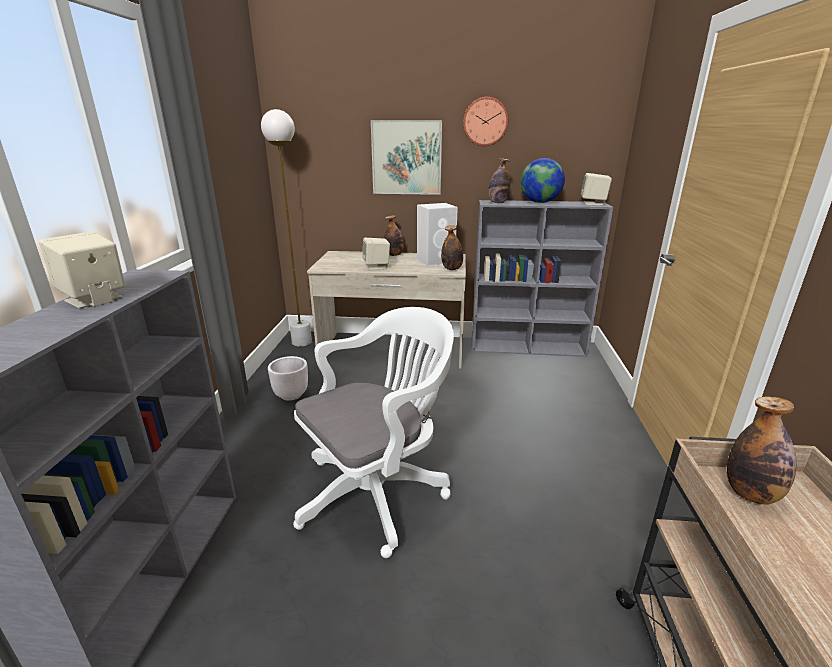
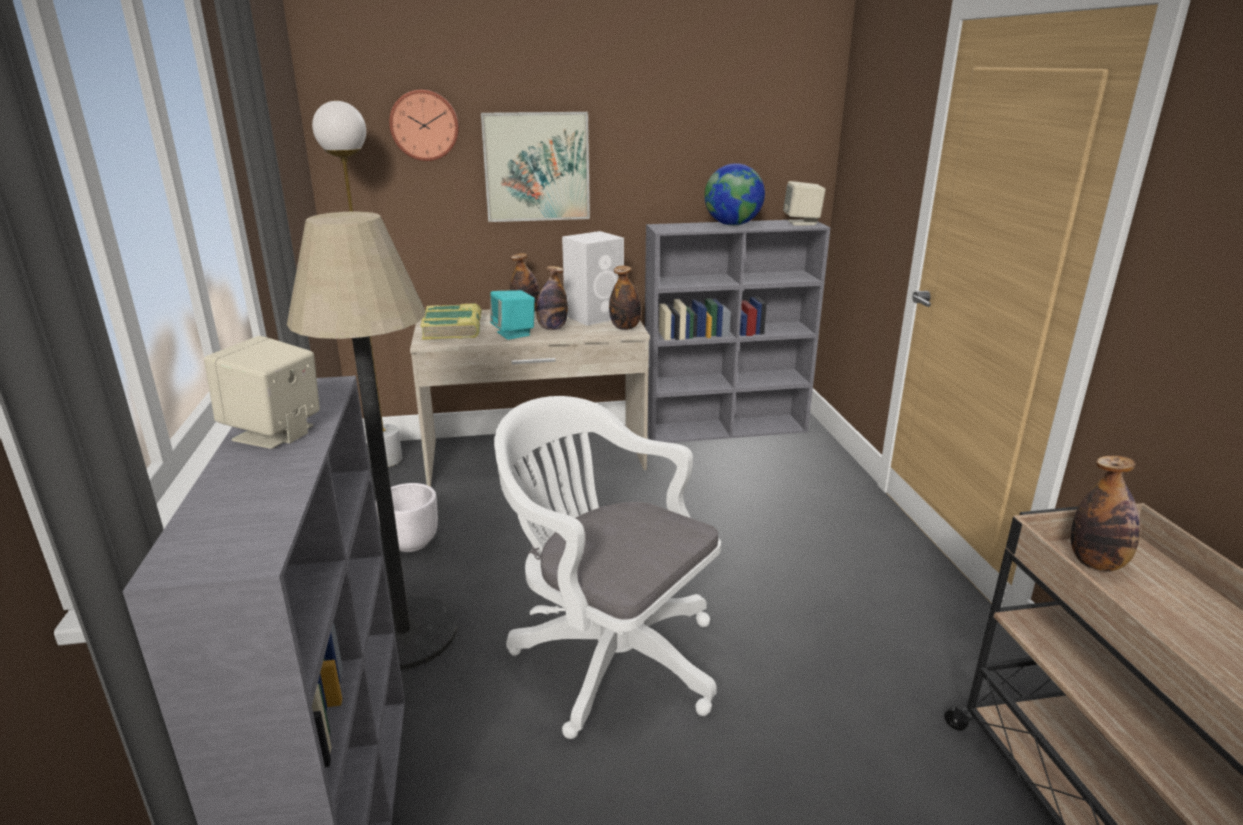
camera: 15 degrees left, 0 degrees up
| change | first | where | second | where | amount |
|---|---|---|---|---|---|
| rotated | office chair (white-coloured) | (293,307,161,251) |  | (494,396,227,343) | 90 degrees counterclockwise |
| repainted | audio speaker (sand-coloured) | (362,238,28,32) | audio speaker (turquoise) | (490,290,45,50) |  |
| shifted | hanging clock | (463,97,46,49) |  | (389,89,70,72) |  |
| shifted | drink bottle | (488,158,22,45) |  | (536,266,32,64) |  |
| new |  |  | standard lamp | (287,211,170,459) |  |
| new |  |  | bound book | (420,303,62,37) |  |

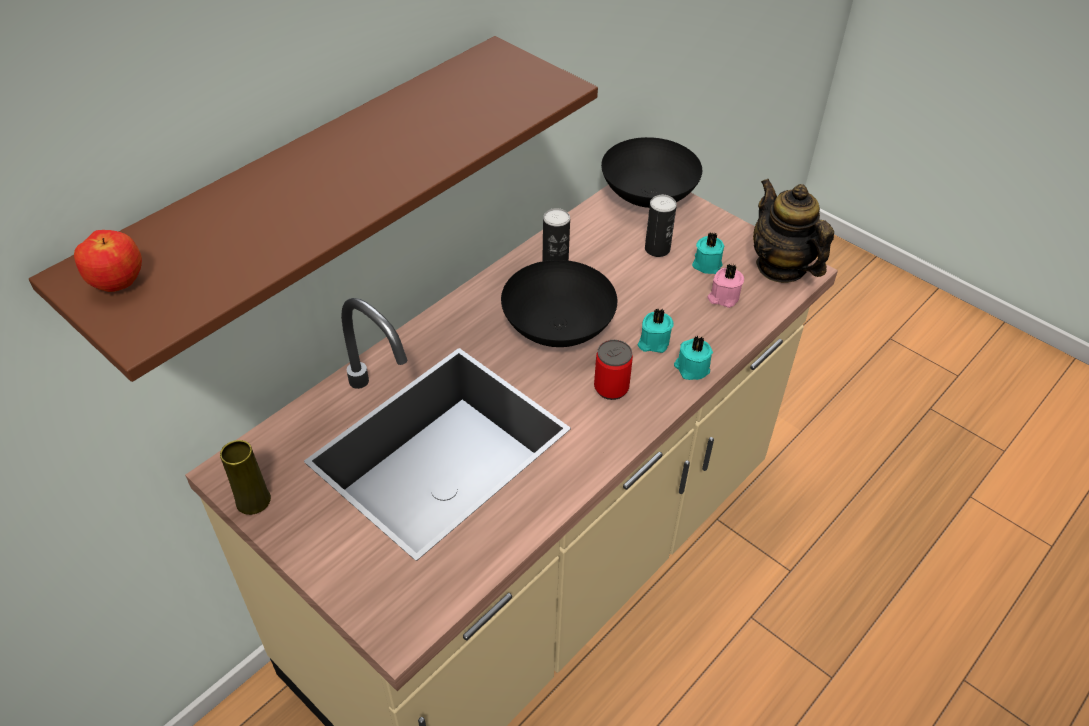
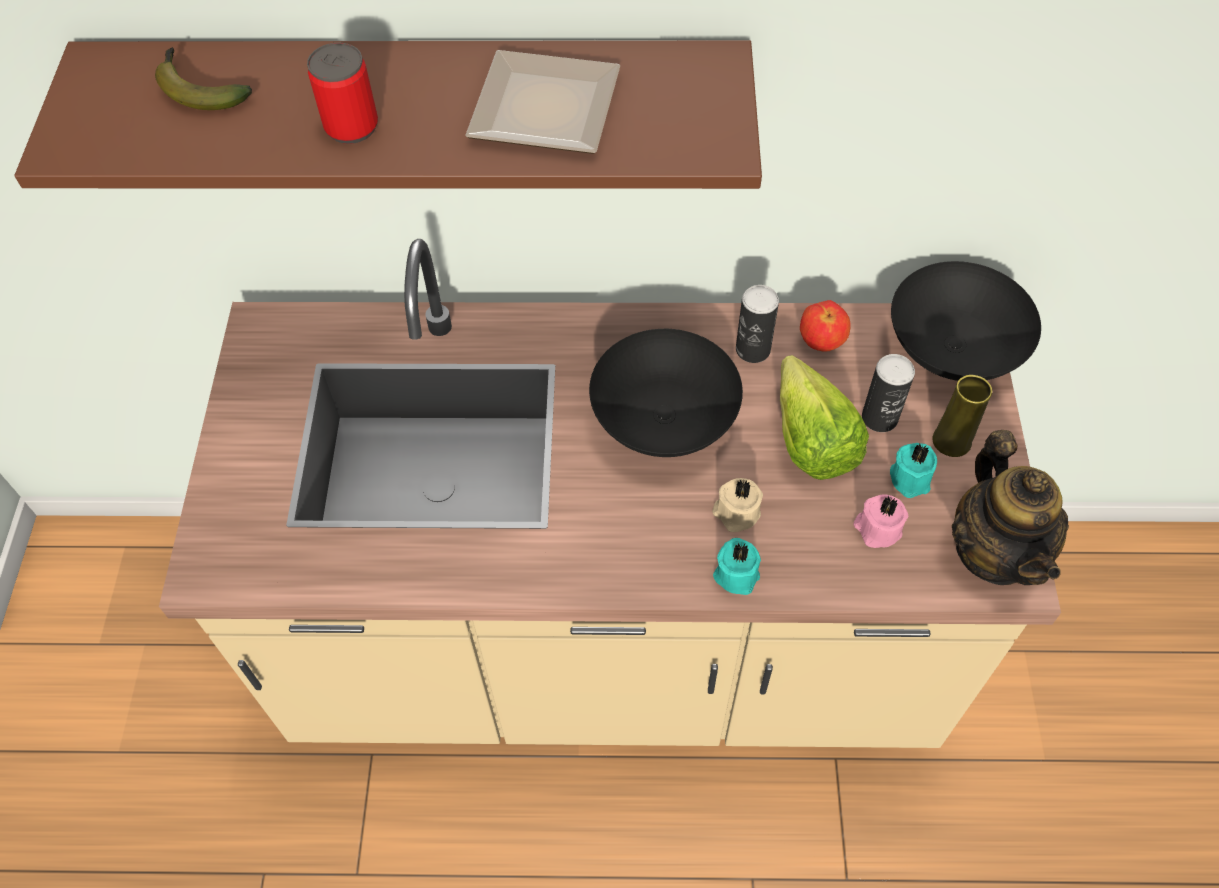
camera: 50 degrees right, 10 degrees up
| change | first | where | second | where | amount |
|---|---|---|---|---|---|
| shifted | apple | (74,230,68,62) |  | (800,300,50,52) |  |
| shifted | flower vase (yellowish) | (220,440,51,75) |  | (932,375,60,82) |  |
| shifted | can | (594,340,39,60) |  | (307,43,71,101) |  |
| repainted | candle (turquoise) | (637,309,37,44) | candle (sand-coloured) | (712,478,51,54) |  |
| rotated | pot for tea | (753,179,81,104) |  | (952,430,117,155) | 150 degrees clockwise |
| new |  |  | whole banana | (155,47,97,63) |  |
| new |  |  | dinner plate | (465,50,156,104) |  |
| new |  |  | lettuce | (780,355,89,125) |  |

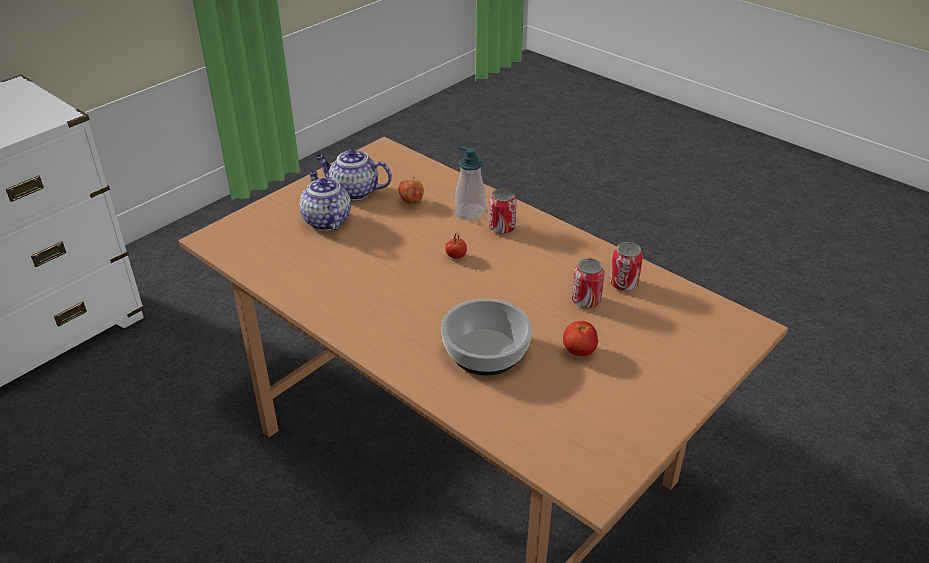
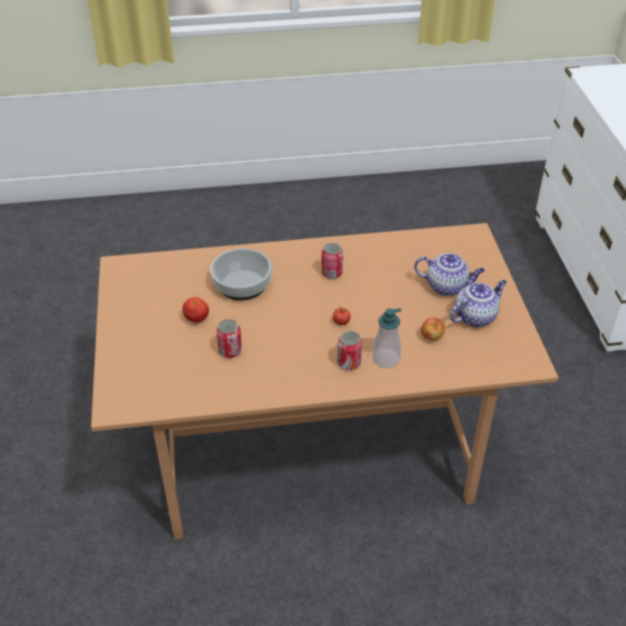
camera: 130 degrees right, 5 degrees up
| change | first | where | second | where | amount |
|---|---|---|---|---|---|
| shifted | can | (610,242,33,49) |  | (321,243,22,36) |  |

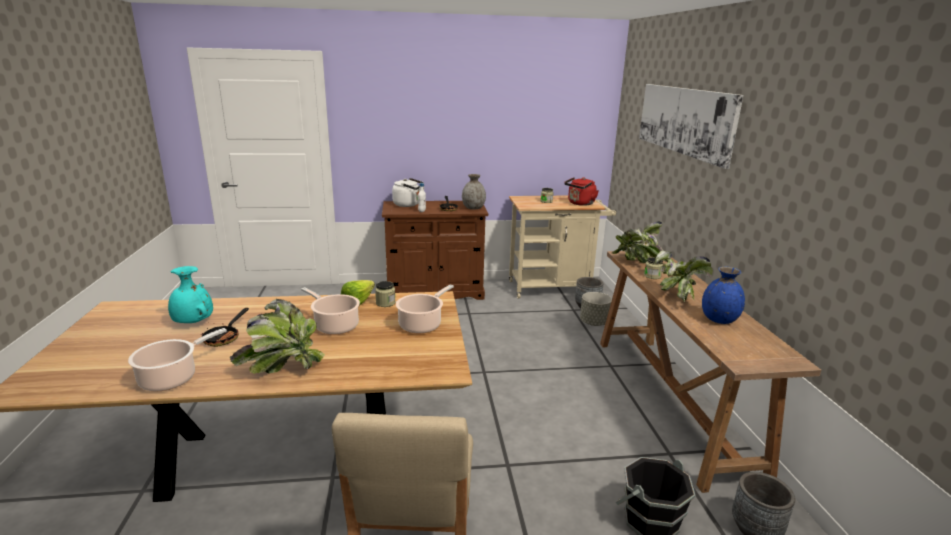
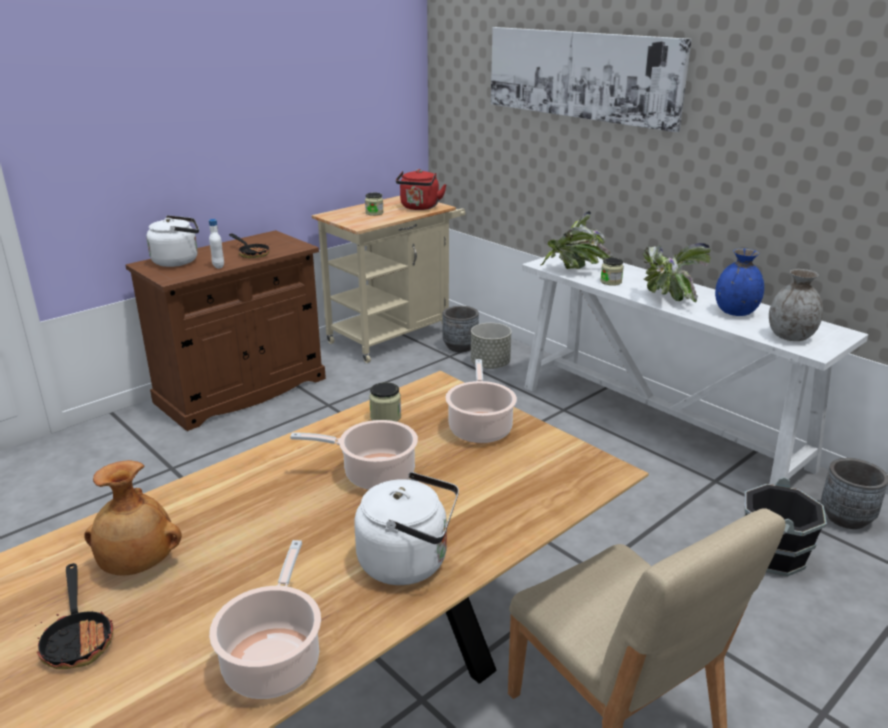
camera: 35 degrees left, 5 degrees up
| change | first | where | second | where | amount |
|---|---|---|---|---|---|
| repainted | flower vase (turquoise) | (168,266,45,57) | flower vase (brownish) | (84,460,98,116) |  |
| shifted | pan | (202,308,47,39) |  | (35,563,78,106) |  |
| swapped | houseplant | (230,299,95,75) | tea kettle (white-coloured) | (354,472,105,113) |  |
| gone | lettuce | (341,280,34,26) |  |  |  |
| shifted | flower vase (greyish) | (462,174,24,35) |  | (769,269,54,72) |  |
| repainted | hall table (brownish) | (600,251,221,242) | hall table (white-coloured) | (522,253,346,232) |  |

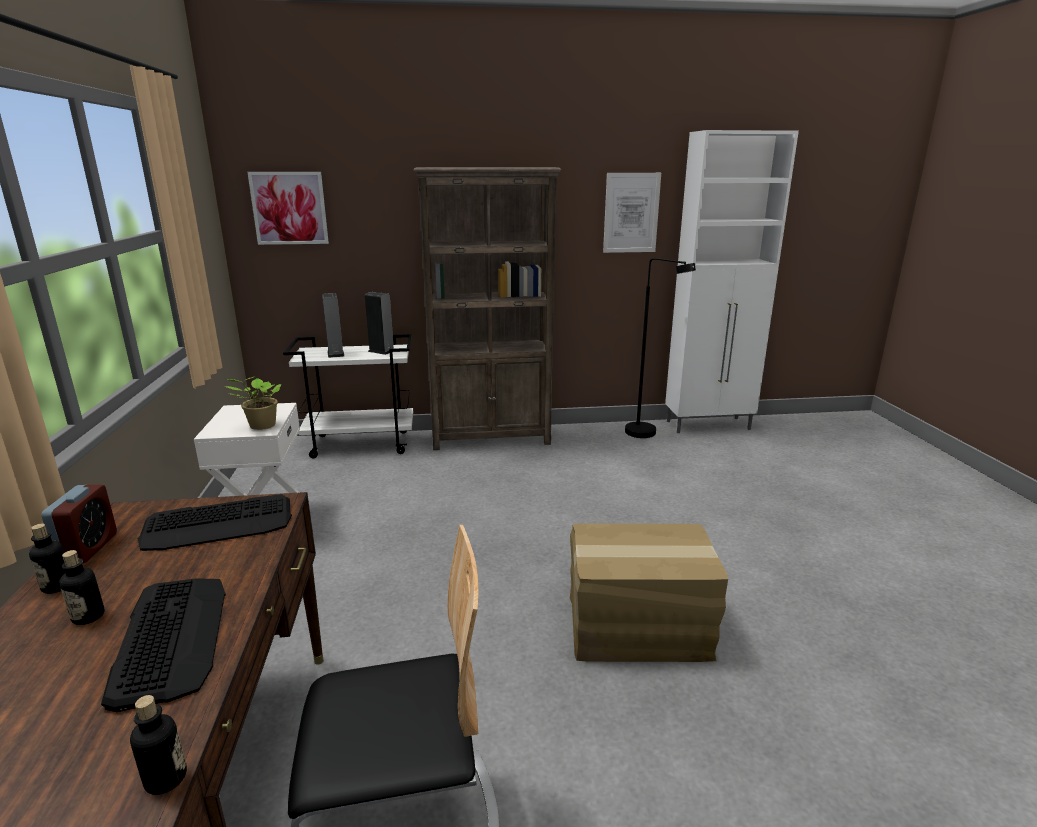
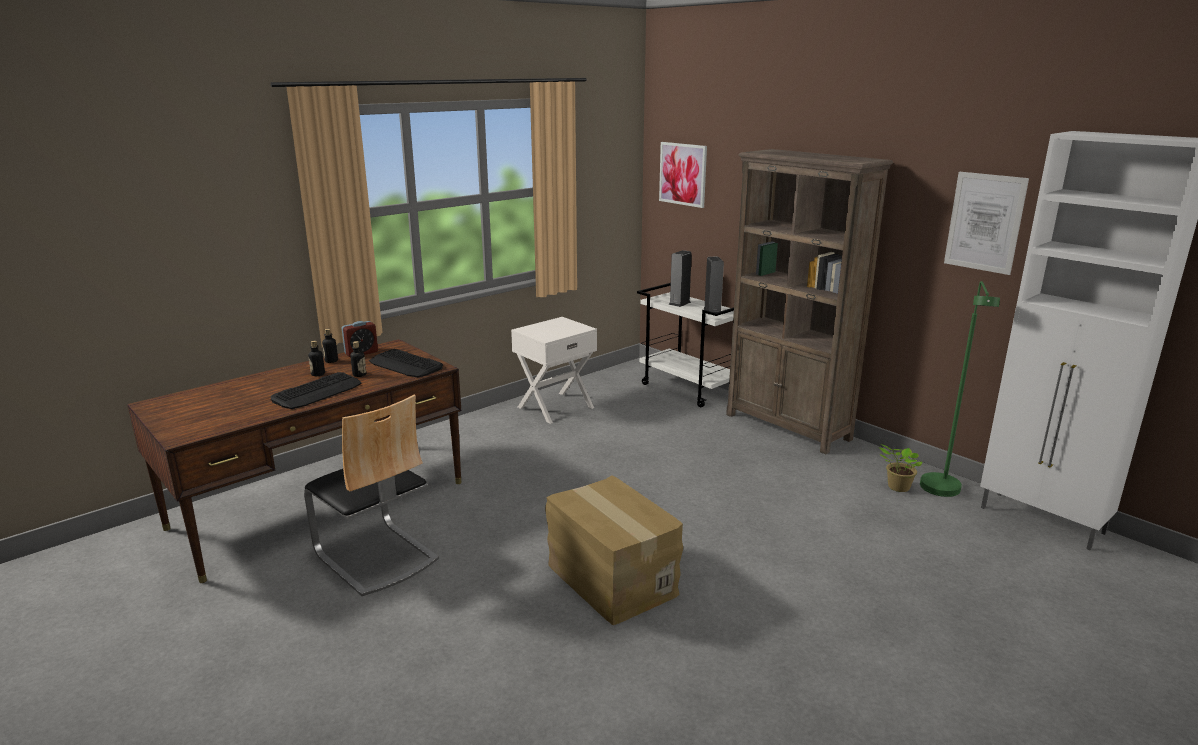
camera: 55 degrees right, 0 degrees up
| change | first | where | second | where | amount |
|---|---|---|---|---|---|
| shifted | drink bottle | (130,695,57,100) |  | (350,341,16,36) |  |
| shifted | houseplant | (225,377,56,53) |  | (878,444,45,48) |  |
| repainted | standard lamp (black) | (625,258,71,180) | standard lamp (greenish) | (920,281,80,216) |  |

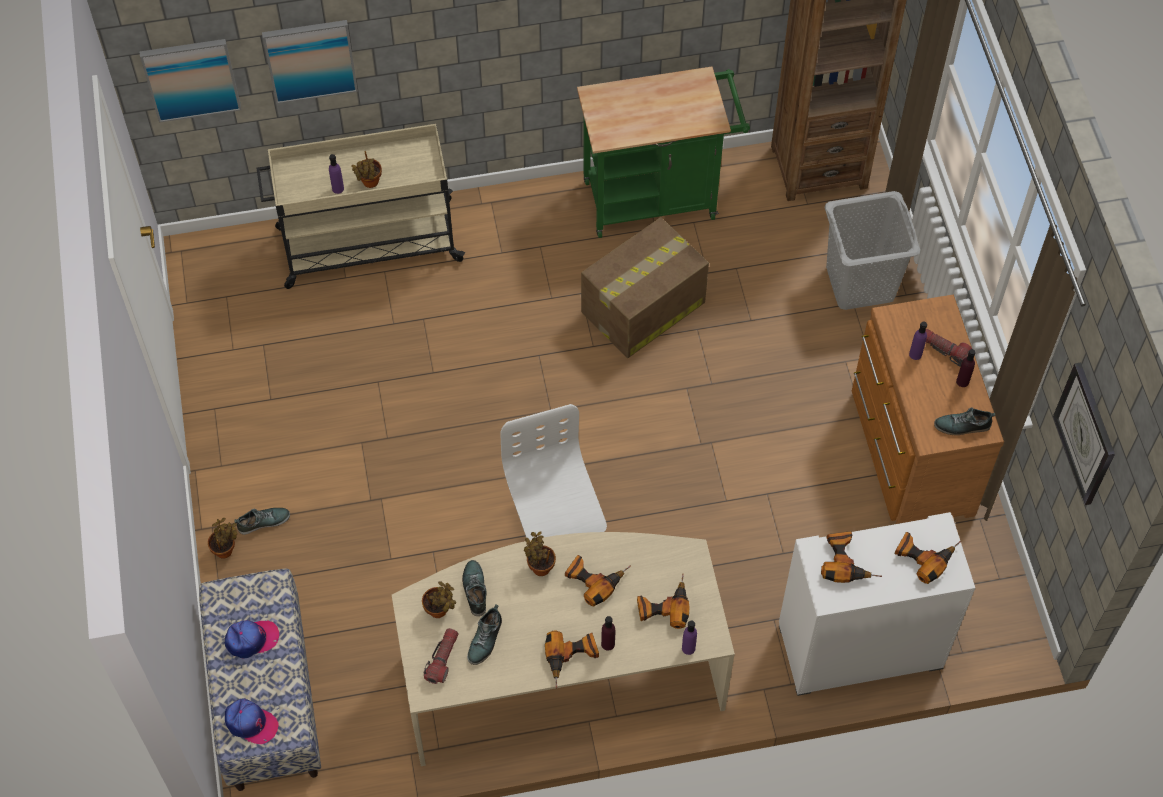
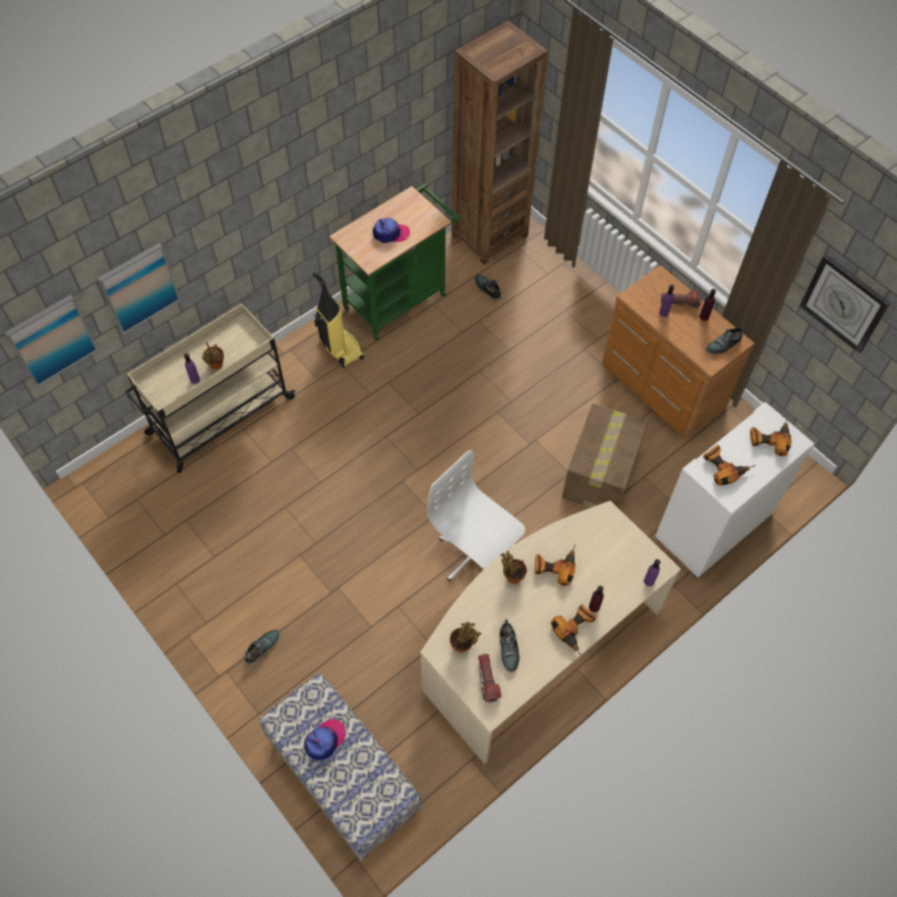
camera: 30 degrees left, 0 degrees up
| change | first | where | second | where | amount |
|---|---|---|---|---|---|
| gone | houseplant | (208,518,29,40) |  |  |  |
| shifted | peaked cap | (225,699,54,45) |  | (373,218,37,25) |  |
| shifted | low shoe | (462,560,25,56) |  | (475,274,26,27) |  |
| shifted | carton | (581,217,128,141) |  | (562,403,86,105) |  |
| gone | power drill | (637,574,52,55) |  |  |  |
| gone | laundry basket (greyish) | (825,191,95,119) |  |  |  |
| new |  |  | hoover | (313,272,51,96) |  |

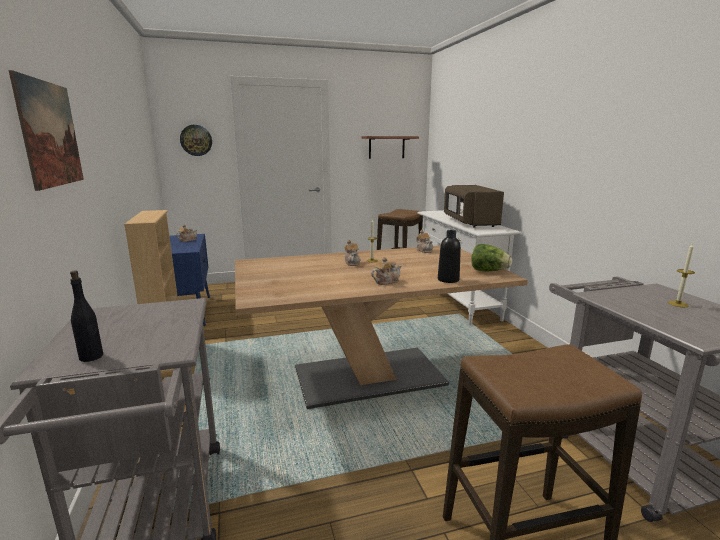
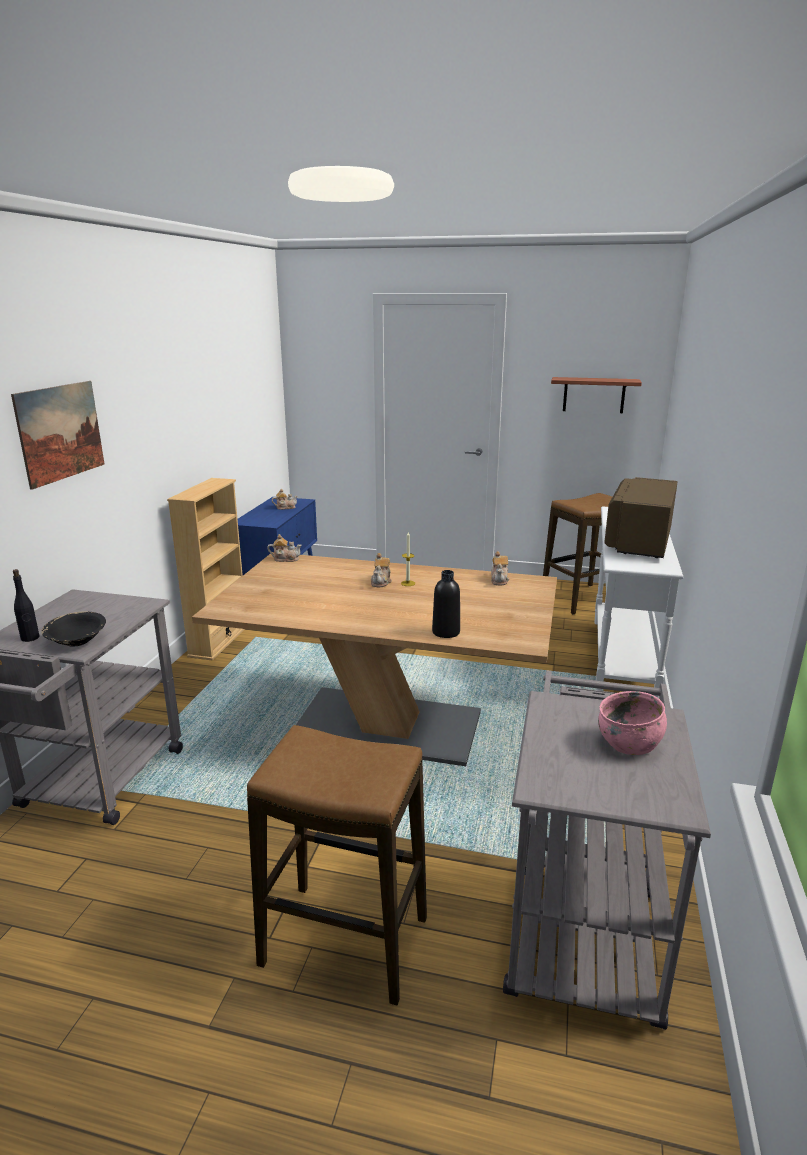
camera: 30 degrees right, 5 degrees up
| change | first | where | second | where | amount |
|---|---|---|---|---|---|
| gone | hanging clock | (180,125,32,31) |  |  |  |
| shifted | pot for tea | (371,257,31,28) |  | (267,534,35,28) |  |
| gone | lettuce | (471,244,41,27) |  |  |  |
| swapped | candle | (668,242,27,65) | deep dish (pinkish) | (598,691,69,64) |  |
| new |  |  | deep dish (black) | (41,611,65,36) |  |

